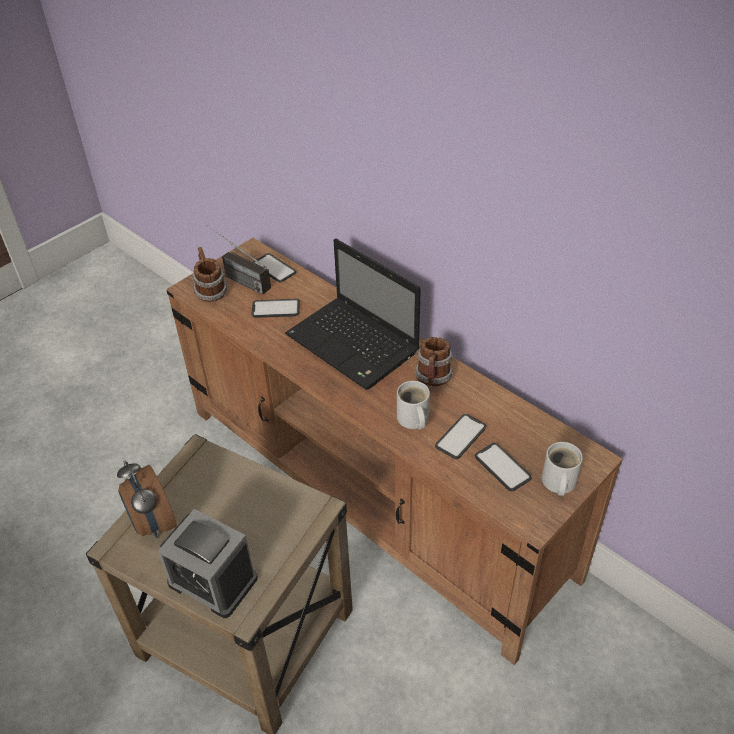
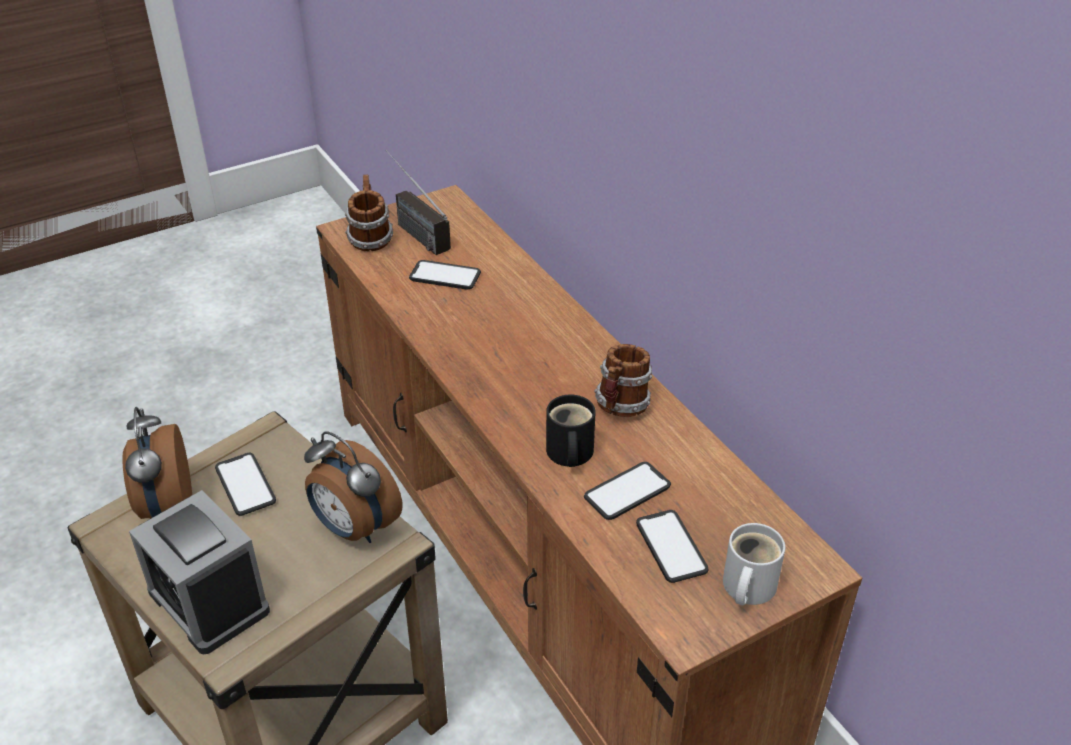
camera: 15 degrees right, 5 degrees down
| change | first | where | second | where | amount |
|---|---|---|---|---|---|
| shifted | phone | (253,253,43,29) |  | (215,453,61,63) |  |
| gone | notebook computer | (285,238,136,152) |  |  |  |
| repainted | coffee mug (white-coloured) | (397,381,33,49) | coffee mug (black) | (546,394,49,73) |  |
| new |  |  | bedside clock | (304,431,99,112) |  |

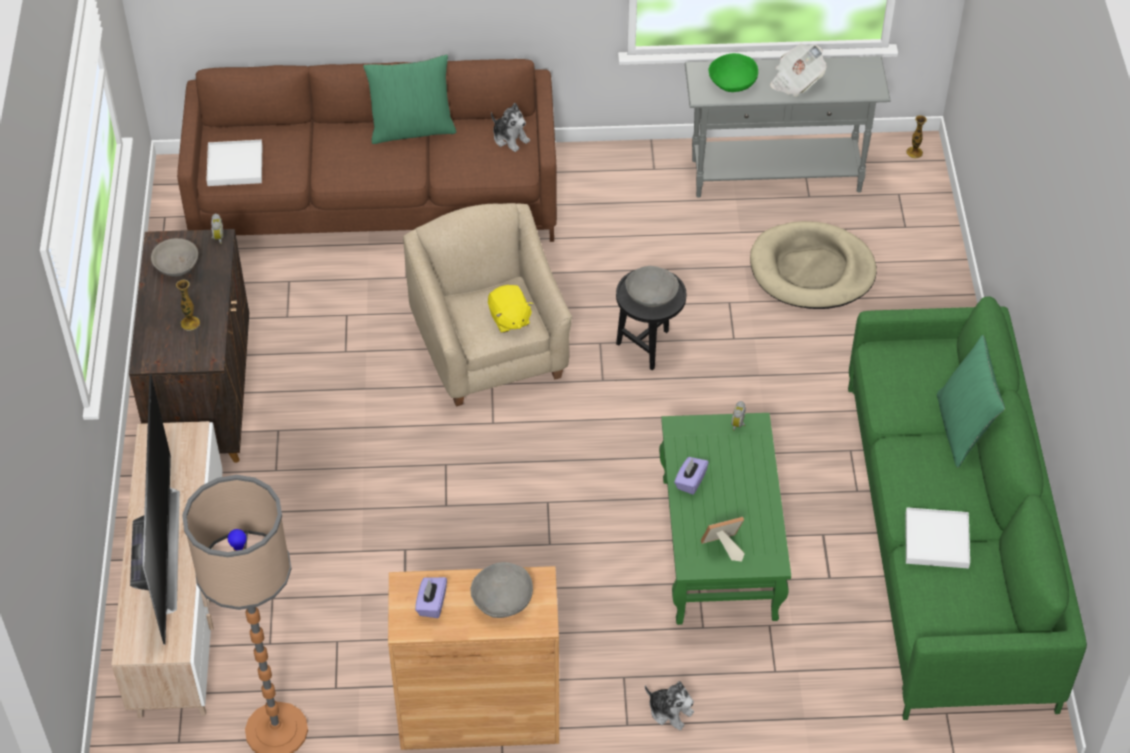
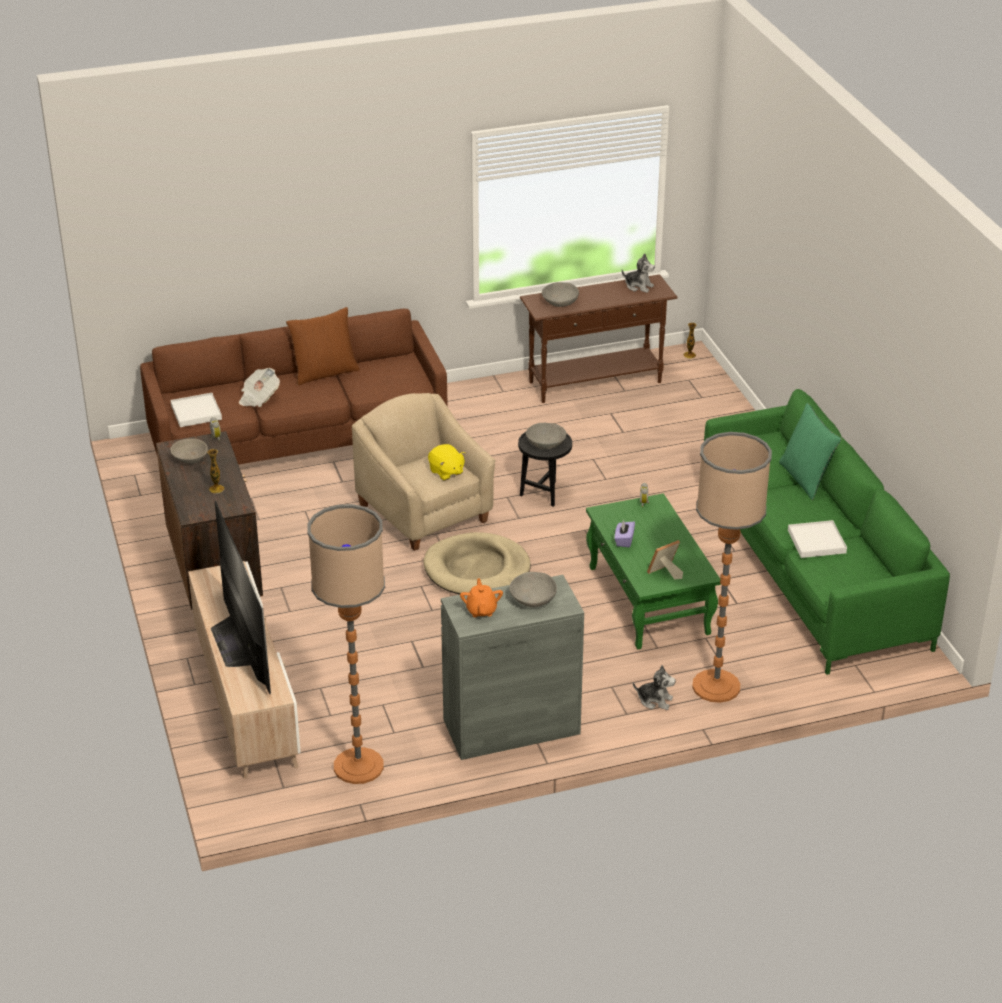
camera: 15 degrees left, 15 degrees down
| change | first | where | second | where | amount |
|---|---|---|---|---|---|
| repainted | pillow (greenish) | (363,55,93,89) | pillow (brownish) | (286,307,74,78) |  |
| repainted | cupboard (brownish) | (388,566,171,184) | cupboard (greyish) | (441,575,143,185) |  |
| swapped | box of tissues (purple-coloured) | (415,577,32,41) | pot for tea (orange) | (460,578,43,39) |  |
| shifted | plush toy | (491,103,39,49) |  | (622,253,33,40) |  |
| repainted | hall table (greyish) | (685,56,206,142) | hall table (brownish) | (520,274,158,129) |  |
| repainted | deep dish (greenish) | (708,53,50,39) | deep dish (greyish) | (542,282,37,25) |  |
| shifted | dog cushion (sand-coloured) | (750,221,127,88) |  | (423,532,108,63) |  |
| shifted | newspaper | (770,44,56,53) |  | (239,368,41,39) |  |
| new |  |  | standard lamp | (692,432,80,271) |  |

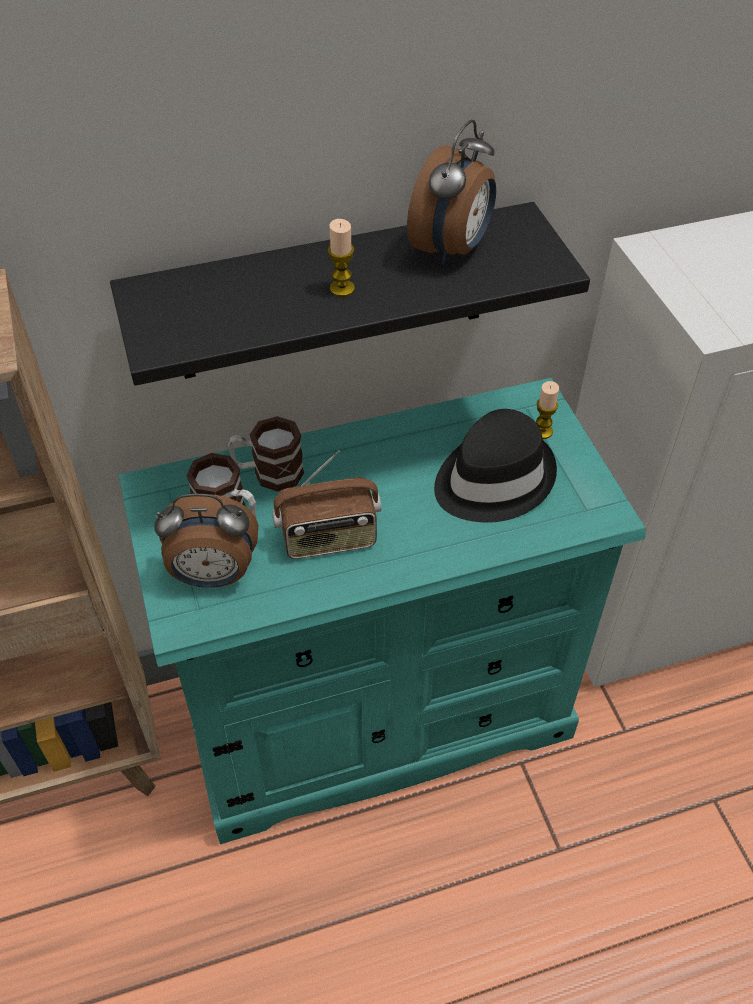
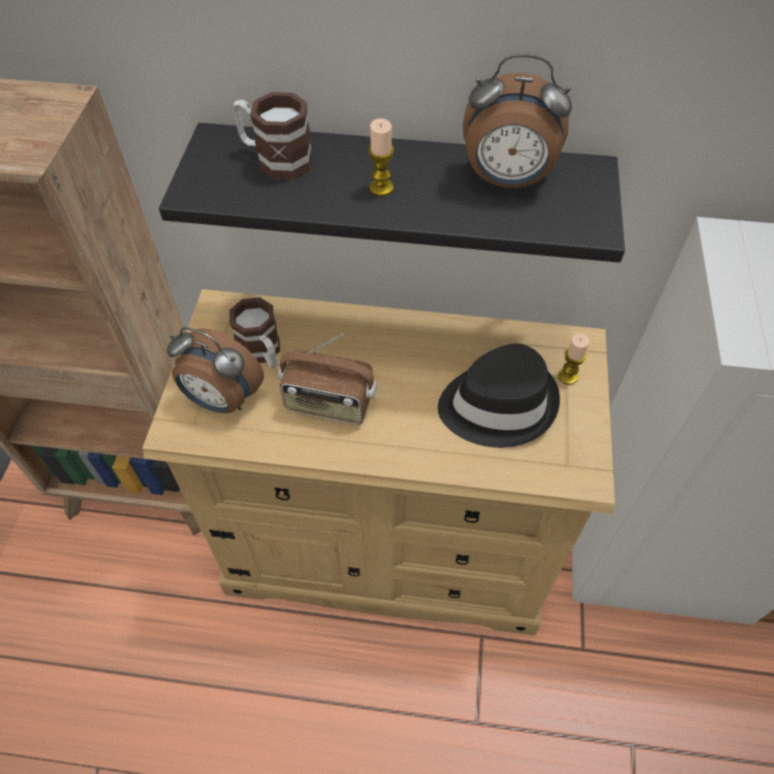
camera: 25 degrees right, 5 degrees up
| change | first | where | second | where | amount |
|---|---|---|---|---|---|
| repainted | drawer chest (turquoise) | (119,378,527,466) | drawer chest (sand-coloured) | (142,289,473,347) |  |
| shifted | coffee mug | (228,416,76,76) |  | (233,92,80,88) |  |
| rotated | bedside clock | (407,120,89,145) |  | (463,54,109,134) | 45 degrees clockwise |

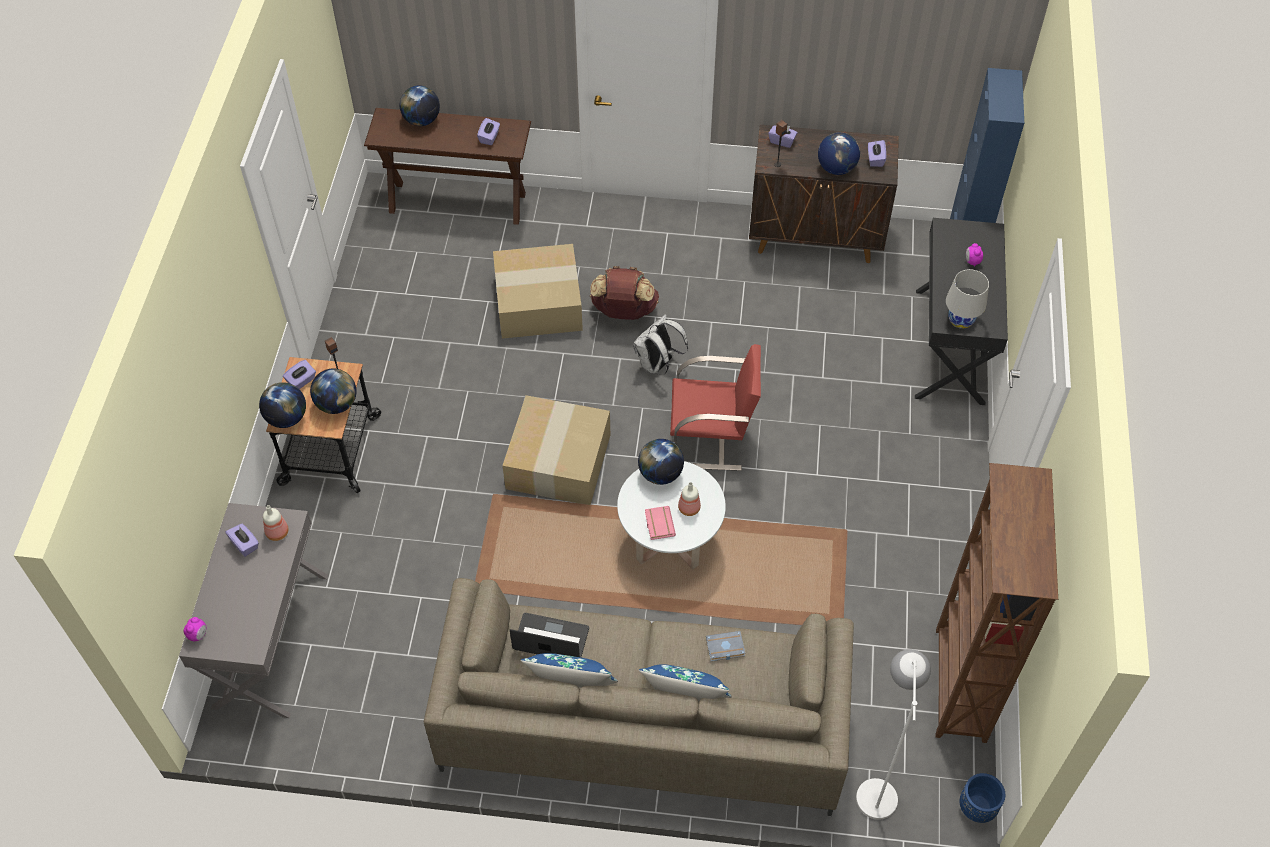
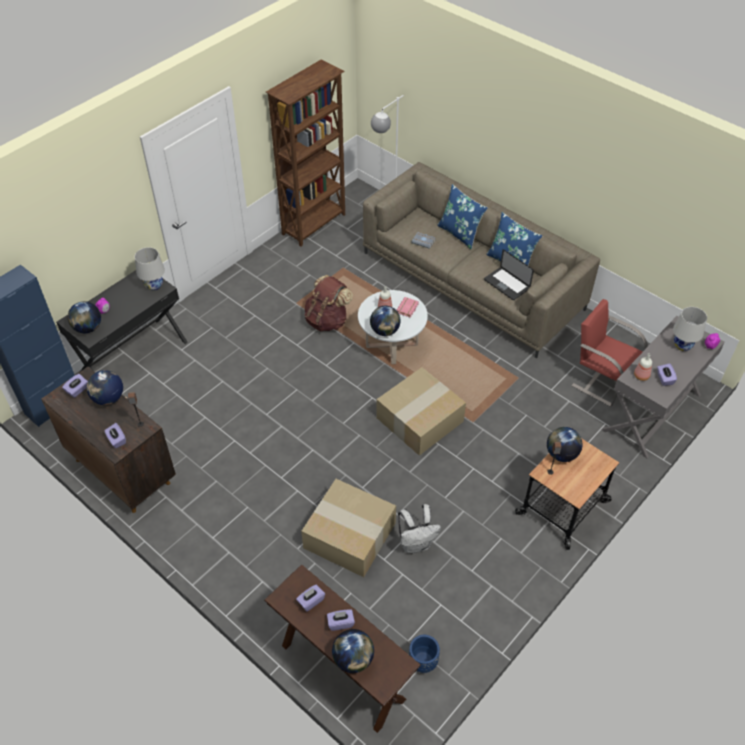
camera: 145 degrees left, 5 degrees down
| change | first | where | second | where | amount |
|---|---|---|---|---|---|
| shifted | globe | (259,382,47,46) |  | (68,301,33,32) |  |
| shifted | box of tissues (purple-coloured) | (283,360,33,29) |  | (327,610,28,21) |  |
| shifted | backpack (brownish) | (590,266,69,54) |  | (305,275,48,56) |  |
| shifted | backpack (white-coloured) | (633,314,55,60) |  | (398,504,43,49) |  |
| shifted | plain chair (red) | (670,344,91,127) |  | (571,299,77,108) |  |
| shifted | plant pot (bluish) | (960,773,45,50) |  | (409,635,31,38) |  |
| new |  |  | lamp for a table (white-coloured) | (673,307,34,44) |  |

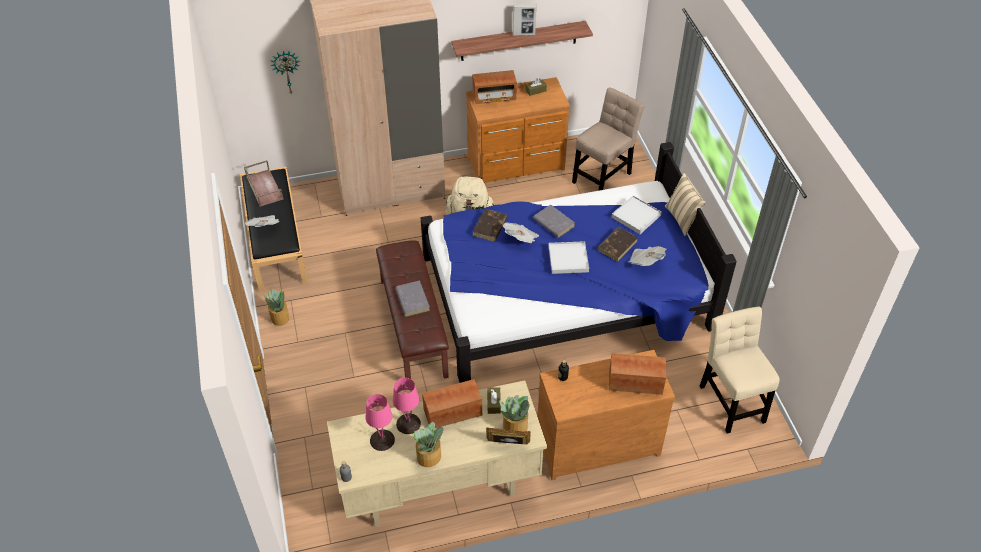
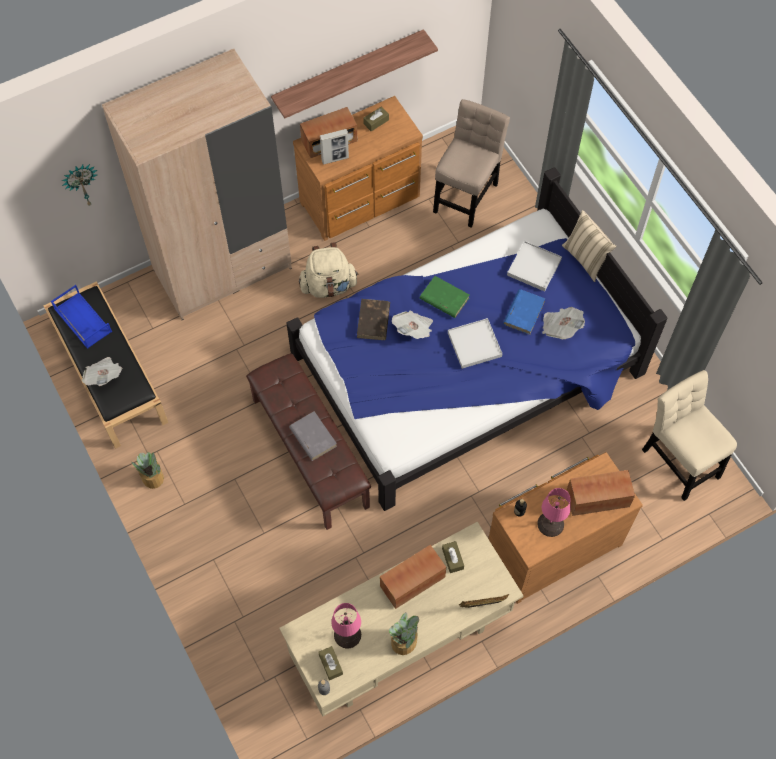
camera: 15 degrees left, 15 degrees up
| change | first | where | second | where | amount |
|---|---|---|---|---|---|
| repainted | carrying tray (brownish) | (244,160,40,47) | carrying tray (bluish) | (51,285,61,64) |  |
| shifted | lamp for a table (pinkish) | (393,378,28,56) |  | (537,488,34,49) |  |
| gone | houseplant | (499,395,31,37) |  |  |  |
| shifted | picture frame | (513,4,24,32) |  | (320,129,29,36) |  |
| repainted | bound book (greyish) | (533,205,42,33) | bound book (greenish) | (420,276,49,42) |  |
| repainted | bound book (brownish) | (597,227,41,35) | bound book (bluish) | (503,289,42,46) |  |
| new |  |  | box of tissues (brownish) | (318,646,25,34) |  |

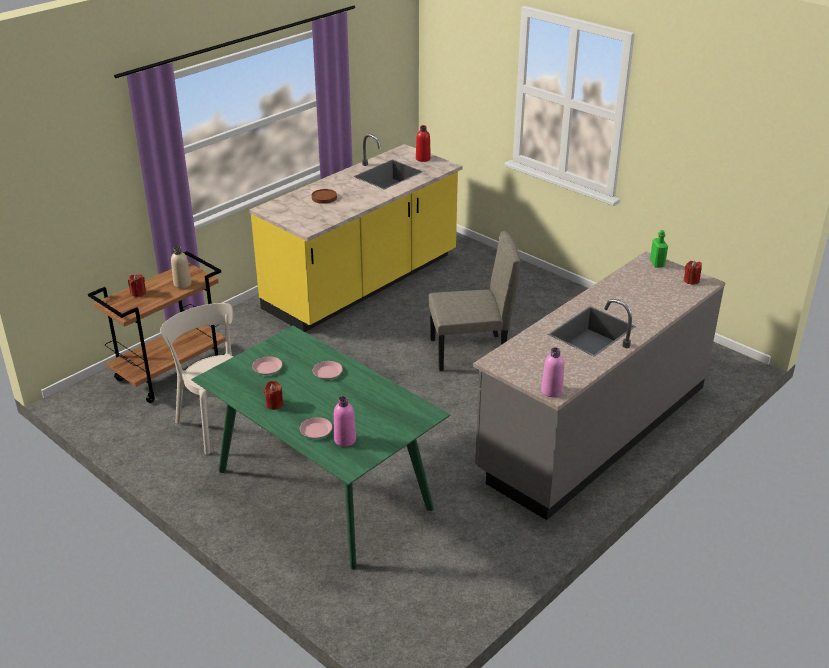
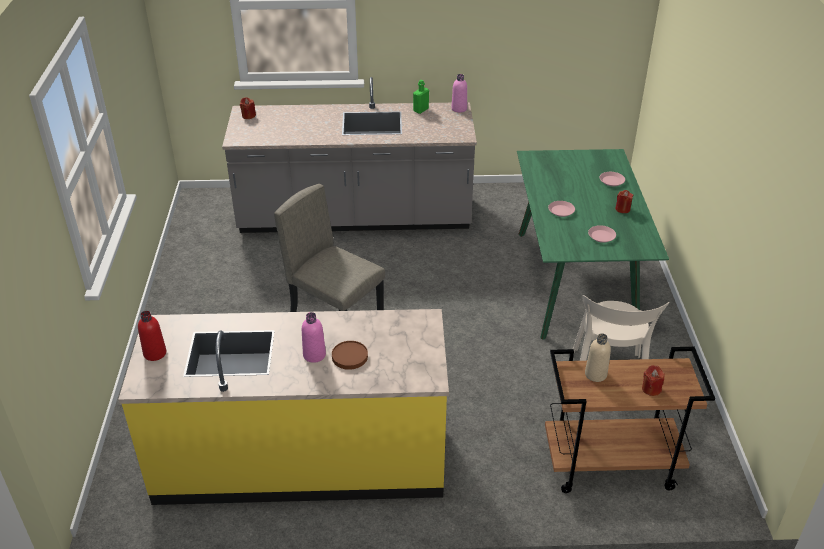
camera: 135 degrees left, 5 degrees up
| change | first | where | second | where | amount |
|---|---|---|---|---|---|
| shifted | drink bottle (pinkish) | (334,396,22,51) |  | (302,312,24,51) |  |
| shifted | drink bottle (greenish) | (650,230,18,38) |  | (413,80,16,34) |  |

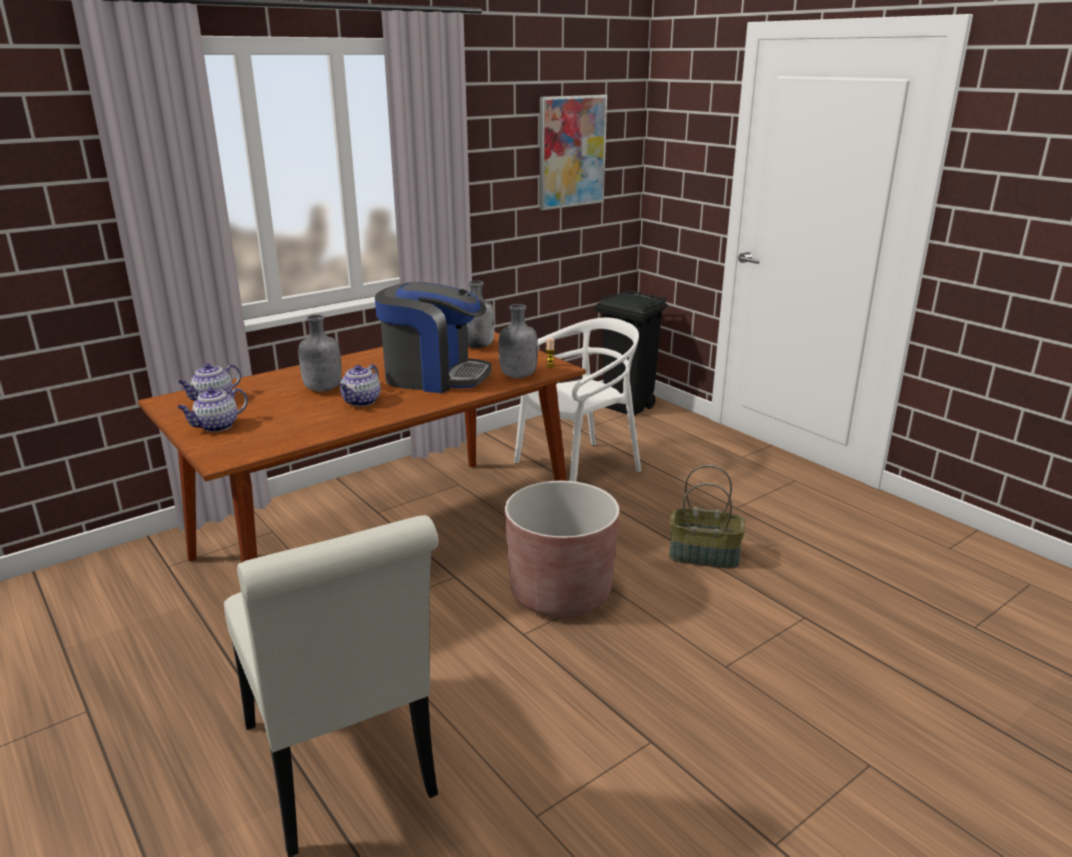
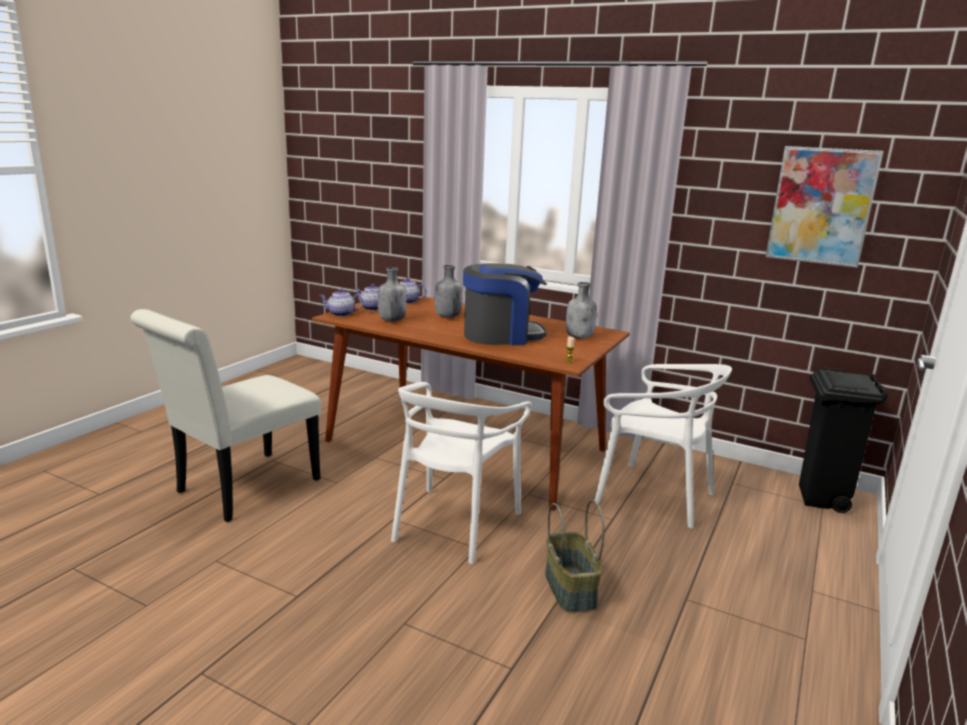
camera: 65 degrees right, 5 degrees down
| change | first | where | second | where | amount |
|---|---|---|---|---|---|
| shifted | pot for tea | (339,364,42,42) |  | (319,289,44,27) |  |
| rotated | coffee brewer | (375,282,116,111) |  | (463,263,84,82) | 90 degrees counterclockwise |
| shifted | drink bottle (greyish) | (499,304,39,74) |  | (378,267,29,55) |  |
| swapped | plant pot (brownish) | (505,481,115,137) | plain chair (white-coloured) | (391,382,141,182) |  |

